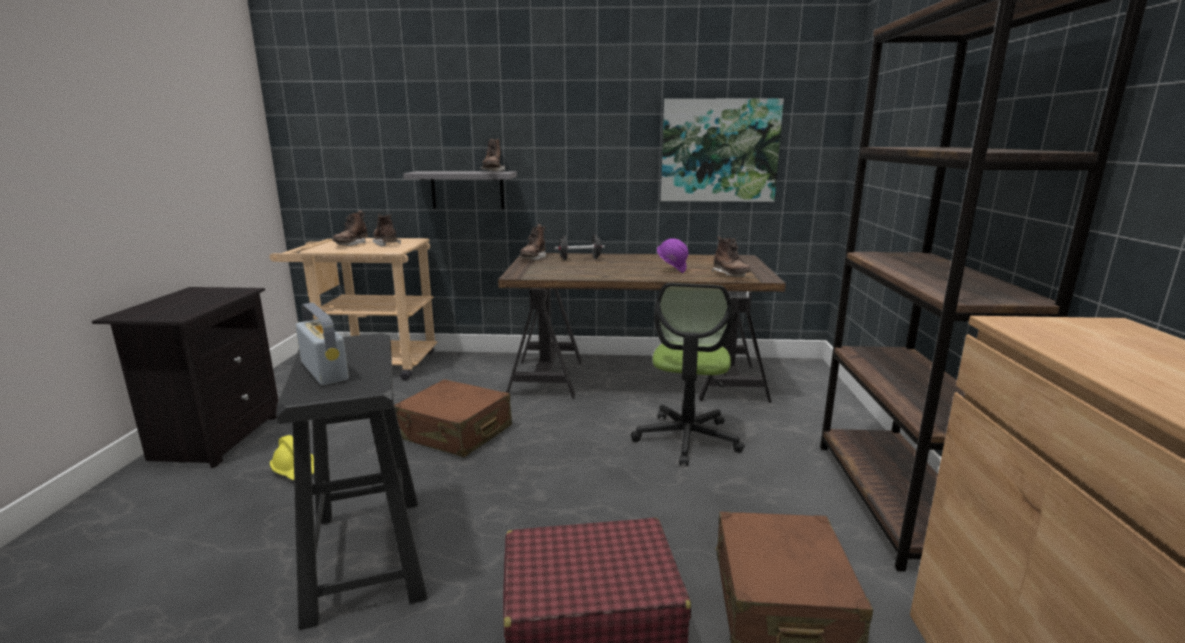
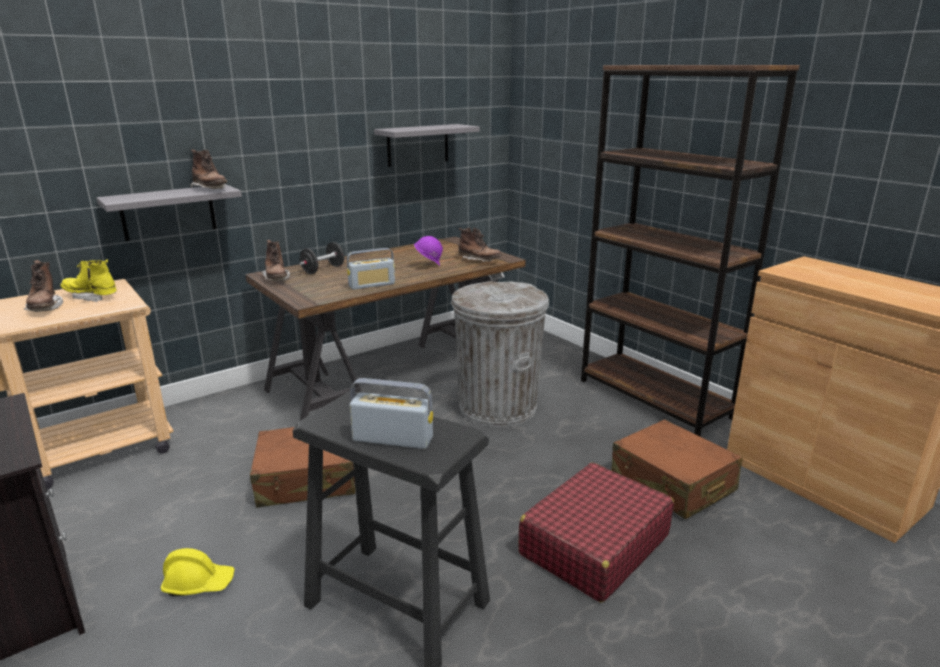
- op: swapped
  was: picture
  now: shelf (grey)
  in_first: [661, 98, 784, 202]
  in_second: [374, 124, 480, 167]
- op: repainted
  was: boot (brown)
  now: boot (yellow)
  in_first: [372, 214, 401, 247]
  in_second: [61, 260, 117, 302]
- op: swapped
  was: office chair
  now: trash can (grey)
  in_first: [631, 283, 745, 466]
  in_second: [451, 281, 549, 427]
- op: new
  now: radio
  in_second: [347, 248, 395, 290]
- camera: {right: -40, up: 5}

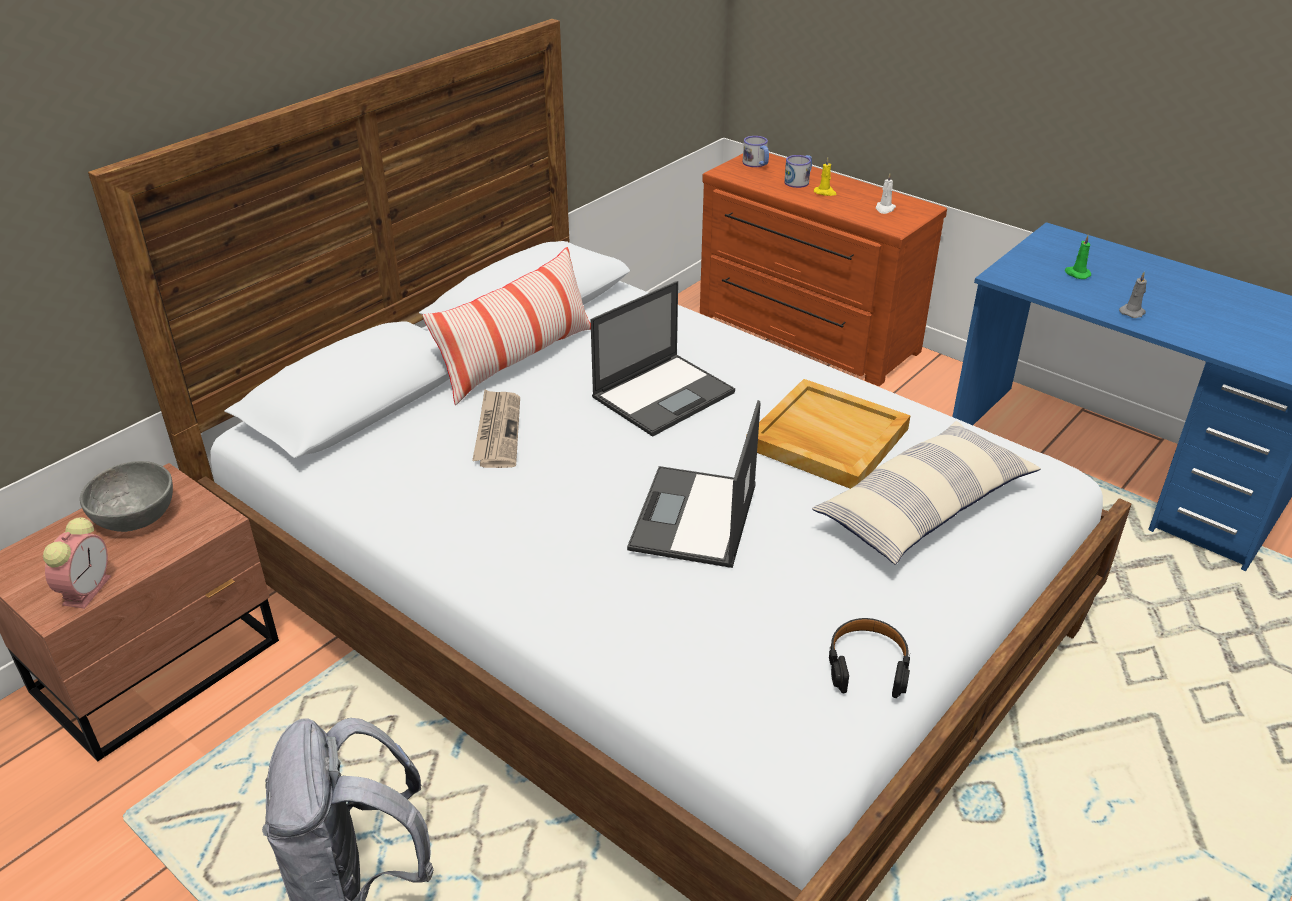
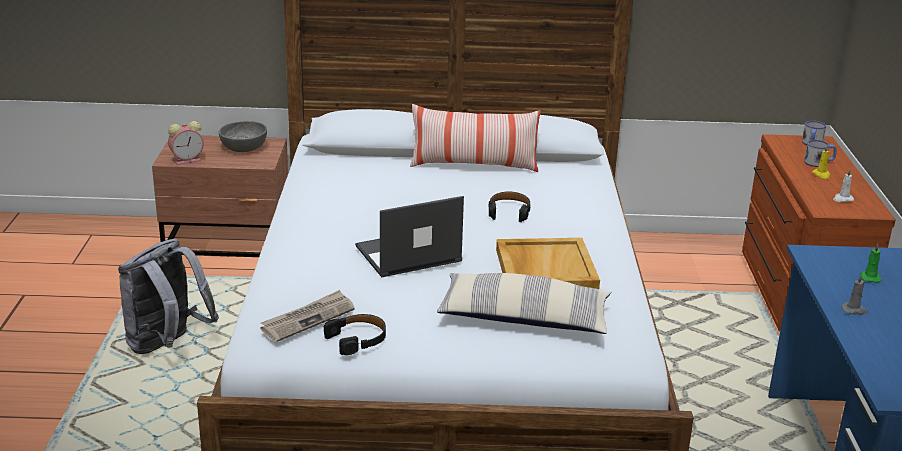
- op: swapped
  was: laptop
  now: headphones (black)
  in_first: [590, 281, 735, 437]
  in_second: [489, 191, 531, 222]
- op: shifted
  was: newspaper
  in_first: [472, 390, 520, 468]
  in_second: [260, 290, 355, 342]
- camera: {right: 50, up: -10}

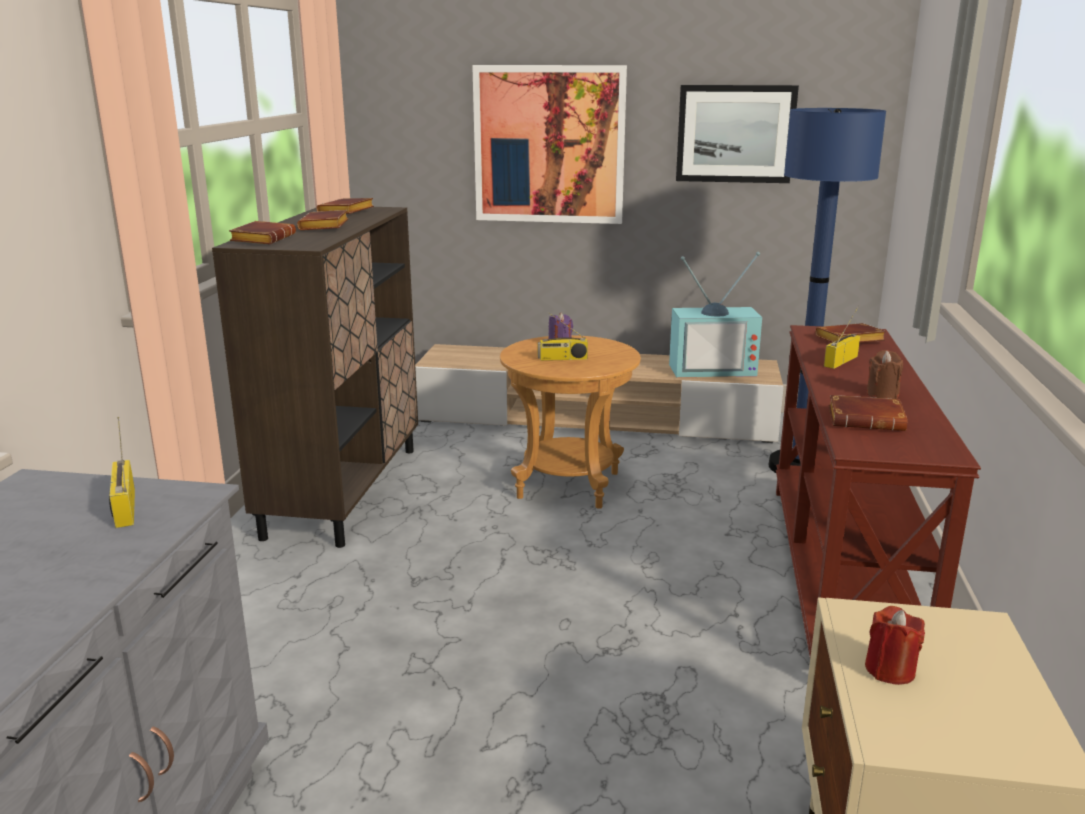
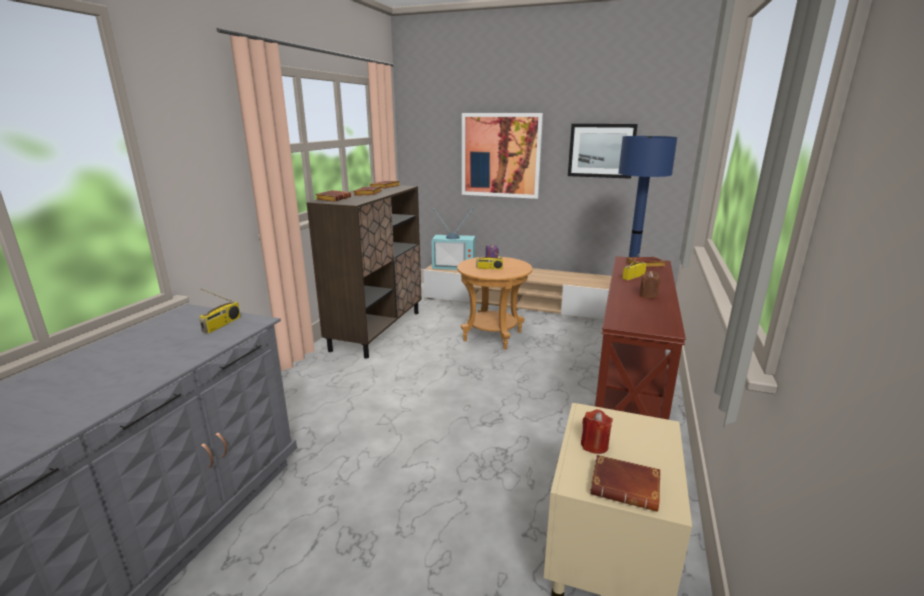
- op: shifted
  was: television
  in_first: [669, 252, 762, 377]
  in_second: [431, 208, 475, 270]
- op: shifted
  was: book (brown)
  in_first: [829, 395, 908, 431]
  in_second: [590, 455, 660, 512]
- op: rotated
  was: radio
  in_first: [109, 417, 135, 528]
  in_second: [199, 289, 241, 333]
  clockwise: -150
- camera: {right: 10, up: 0}

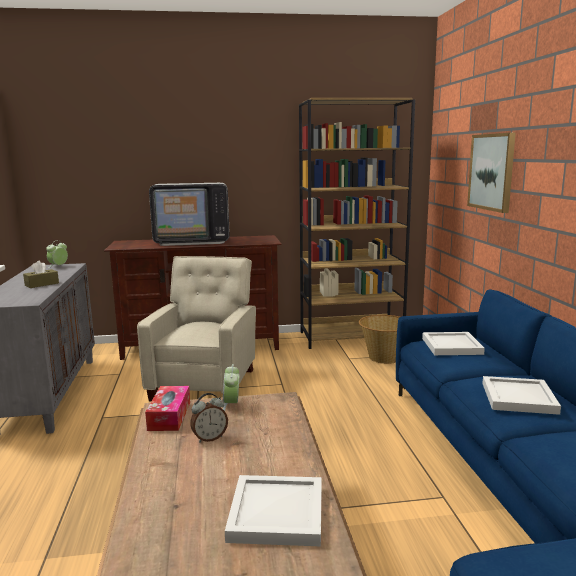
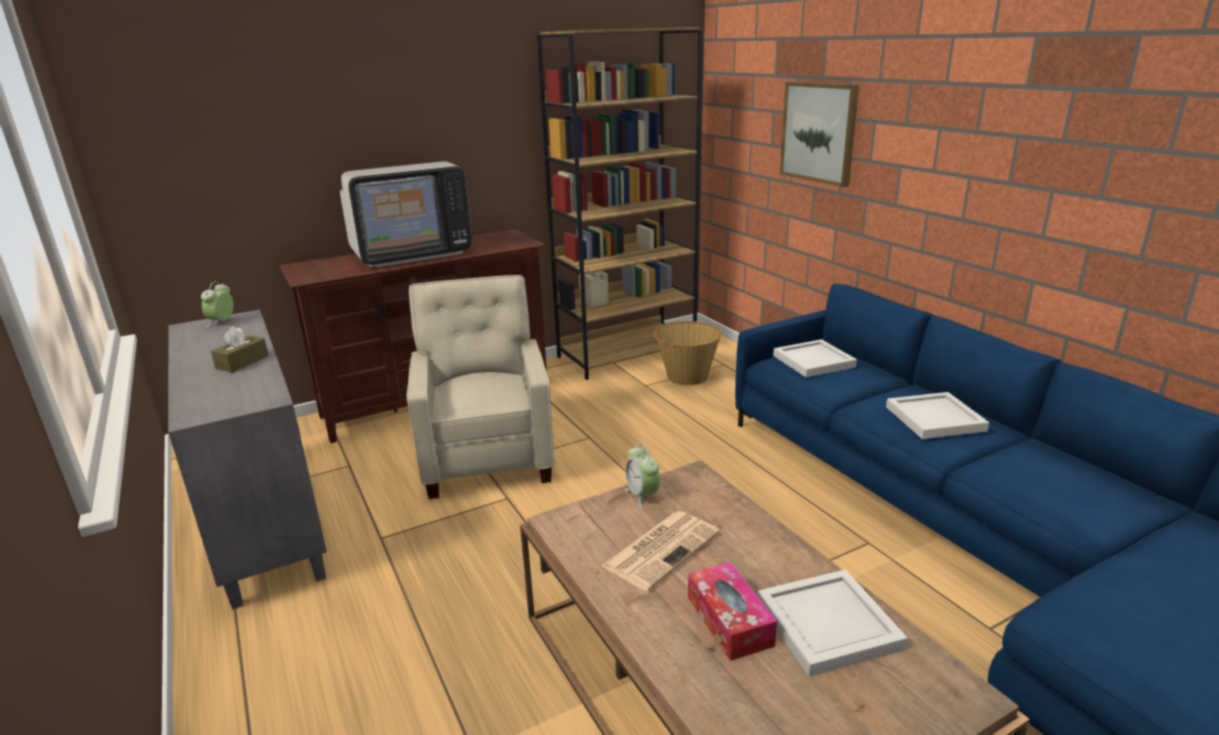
- op: shifted
  was: tissue box
  in_first: [145, 386, 190, 431]
  in_second: [688, 562, 777, 661]
- op: swapped
  was: alarm clock
  now: newspaper
  in_first: [190, 393, 228, 443]
  in_second: [601, 511, 719, 591]
- camera: {right: -20, up: 10}

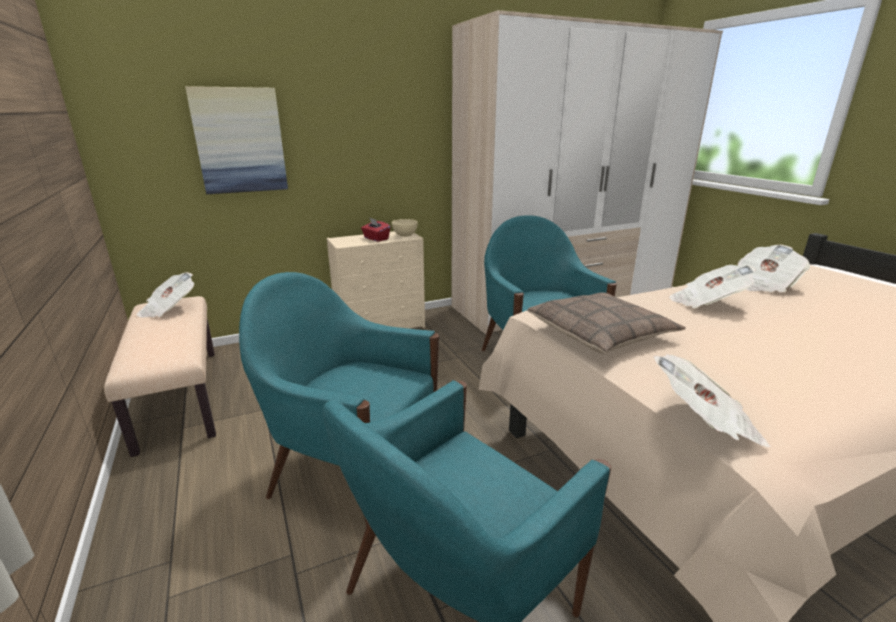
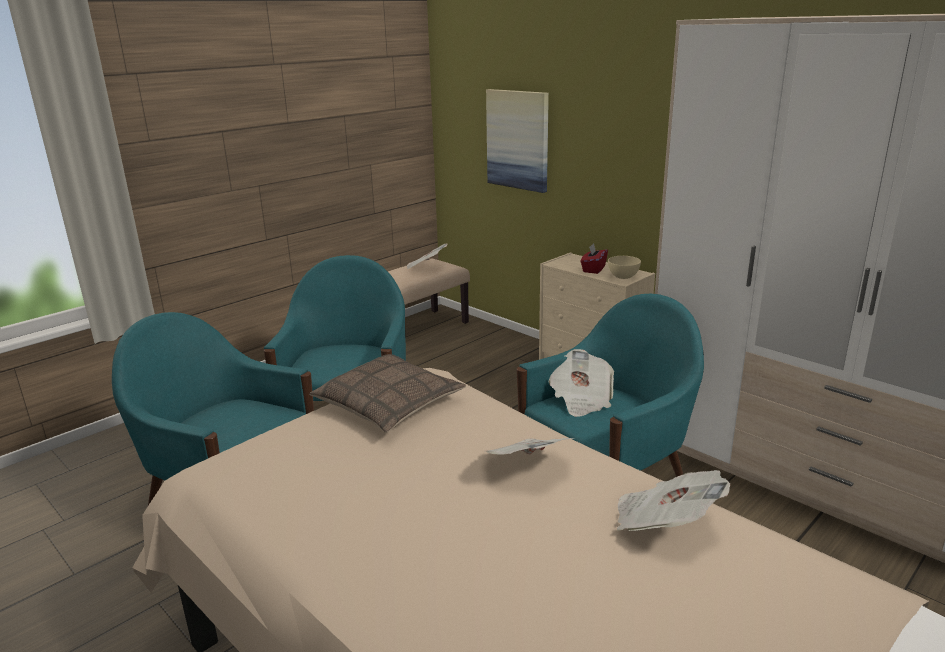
- op: shifted
  was: newspaper
  in_first: [654, 354, 771, 448]
  in_second: [548, 349, 614, 417]
- camera: {right: 70, up: 0}

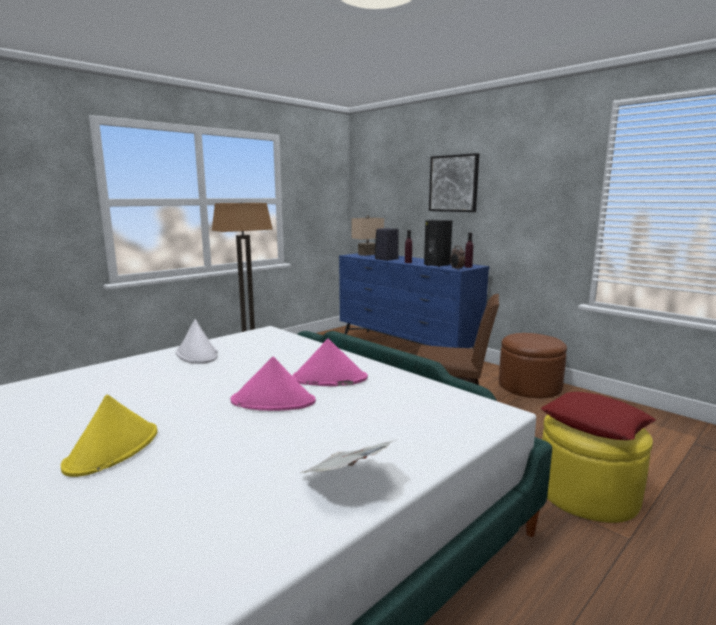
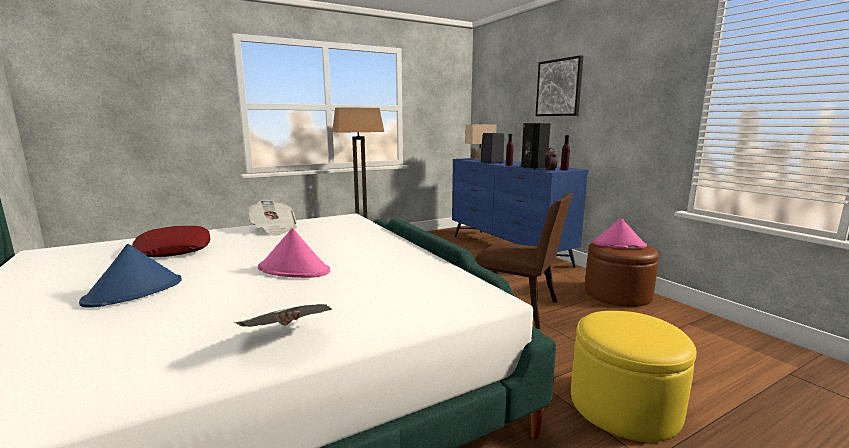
- op: swapped
  was: hat (white)
  now: newspaper
  in_first: [176, 319, 218, 364]
  in_second: [248, 200, 297, 236]
- op: shifted
  was: hat (pink)
  in_first: [292, 339, 368, 386]
  in_second: [593, 218, 647, 249]
- op: shifted
  was: pillow (red)
  in_first: [541, 392, 656, 440]
  in_second: [132, 226, 210, 257]
- op: repainted
  was: hat (yellow)
  now: hat (blue)
  in_first: [61, 394, 157, 477]
  in_second: [79, 244, 182, 308]
- camera: {right: 15, up: 0}

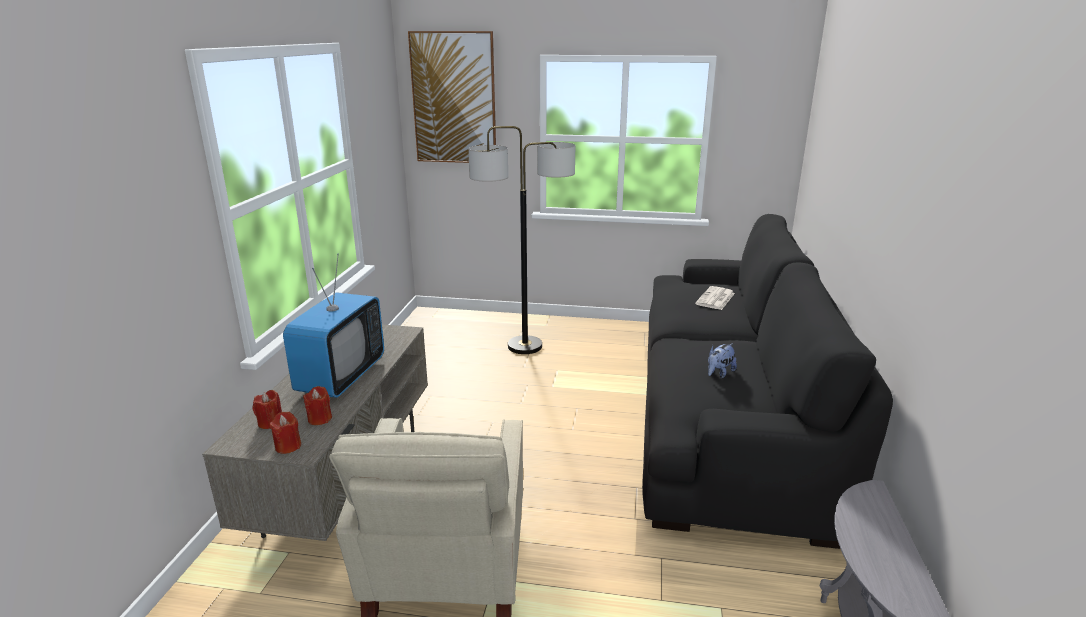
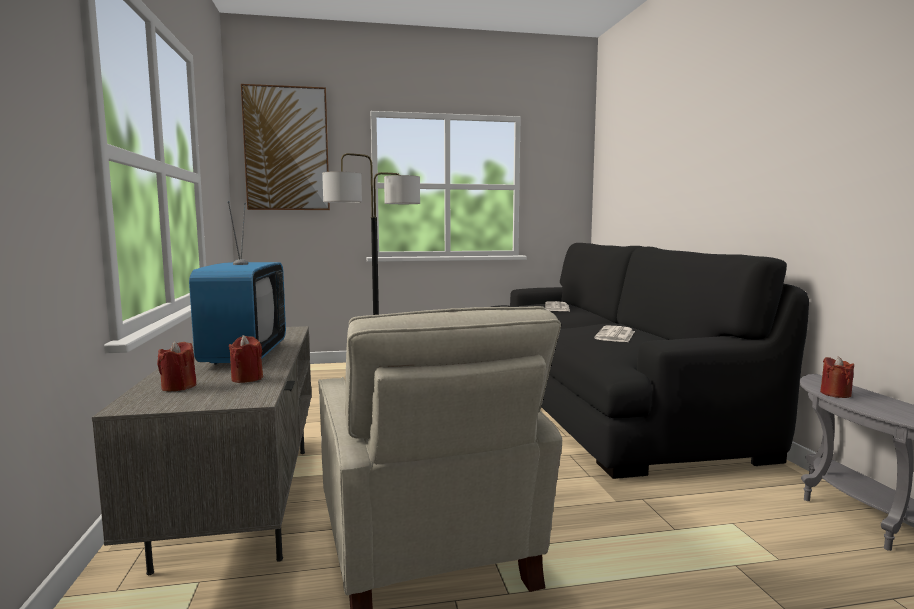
- op: swapped
  was: plush toy
  now: newspaper
  in_first: [708, 344, 737, 378]
  in_second: [594, 325, 635, 342]
- op: shifted
  was: candle (red)
  in_first: [270, 412, 301, 454]
  in_second: [820, 357, 854, 398]
- camera: {right: -20, up: -15}

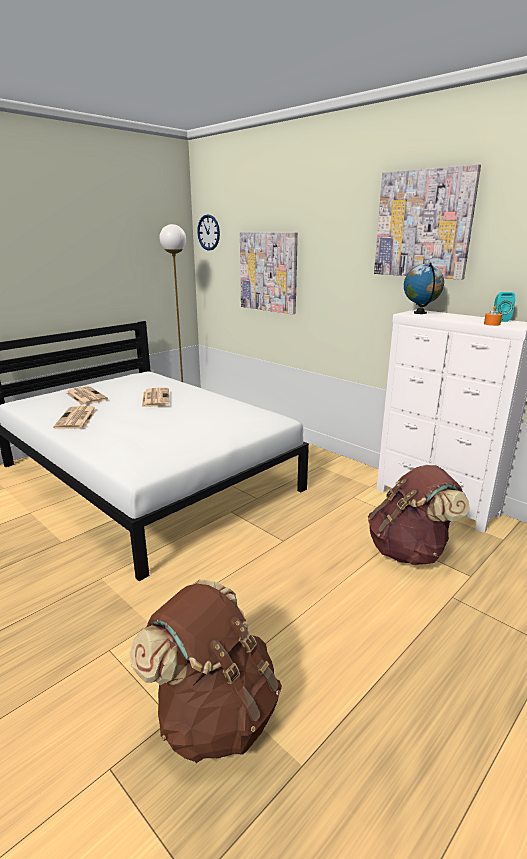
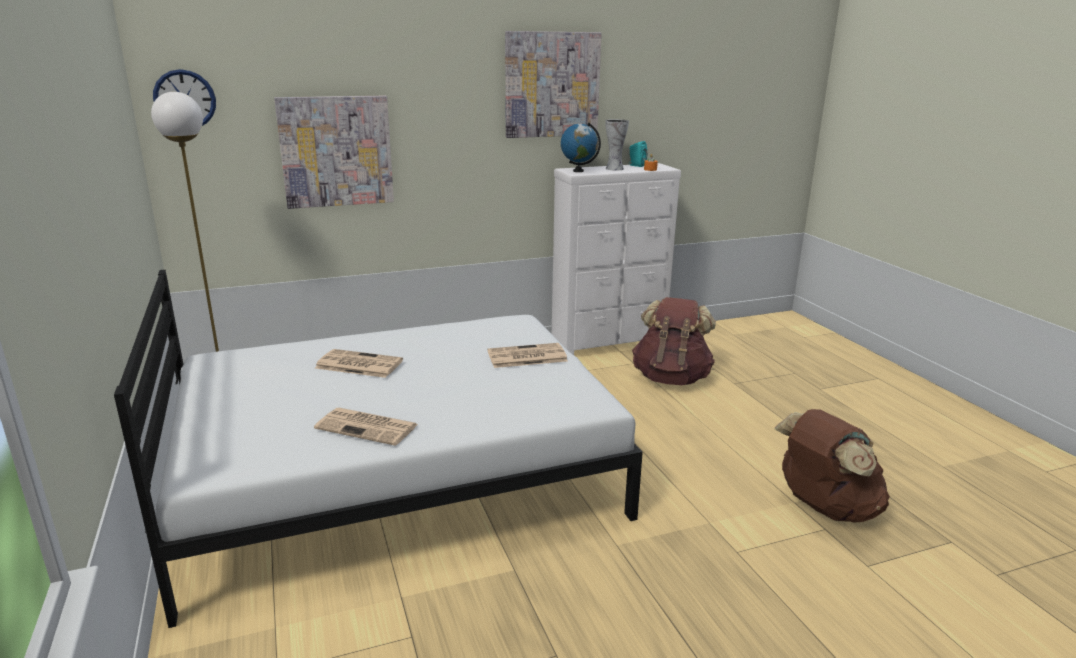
- op: shifted
  was: newspaper
  in_first: [66, 386, 108, 405]
  in_second: [487, 343, 568, 368]
- op: new
  now: vase
  in_second: [605, 119, 629, 170]
- camera: {right: -65, up: 0}

